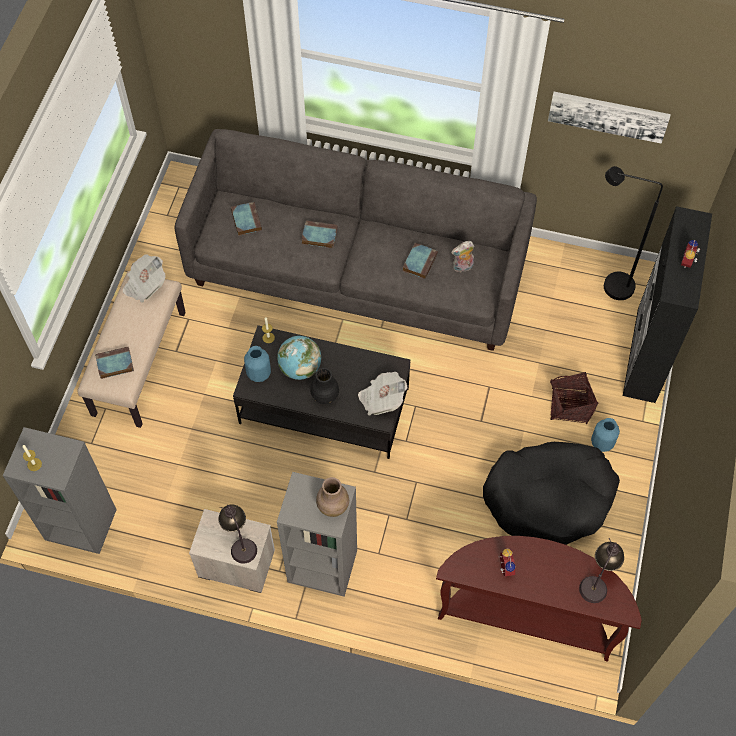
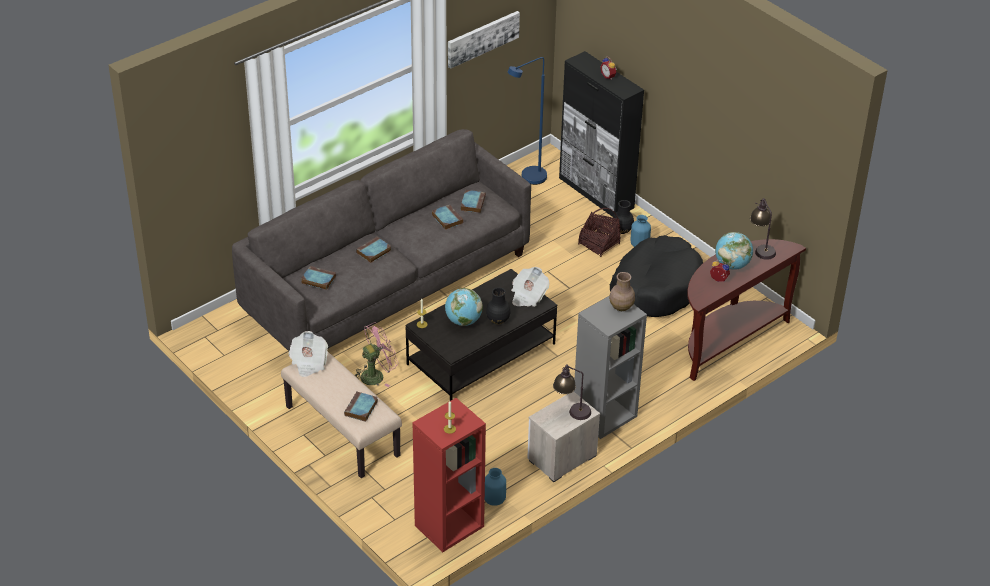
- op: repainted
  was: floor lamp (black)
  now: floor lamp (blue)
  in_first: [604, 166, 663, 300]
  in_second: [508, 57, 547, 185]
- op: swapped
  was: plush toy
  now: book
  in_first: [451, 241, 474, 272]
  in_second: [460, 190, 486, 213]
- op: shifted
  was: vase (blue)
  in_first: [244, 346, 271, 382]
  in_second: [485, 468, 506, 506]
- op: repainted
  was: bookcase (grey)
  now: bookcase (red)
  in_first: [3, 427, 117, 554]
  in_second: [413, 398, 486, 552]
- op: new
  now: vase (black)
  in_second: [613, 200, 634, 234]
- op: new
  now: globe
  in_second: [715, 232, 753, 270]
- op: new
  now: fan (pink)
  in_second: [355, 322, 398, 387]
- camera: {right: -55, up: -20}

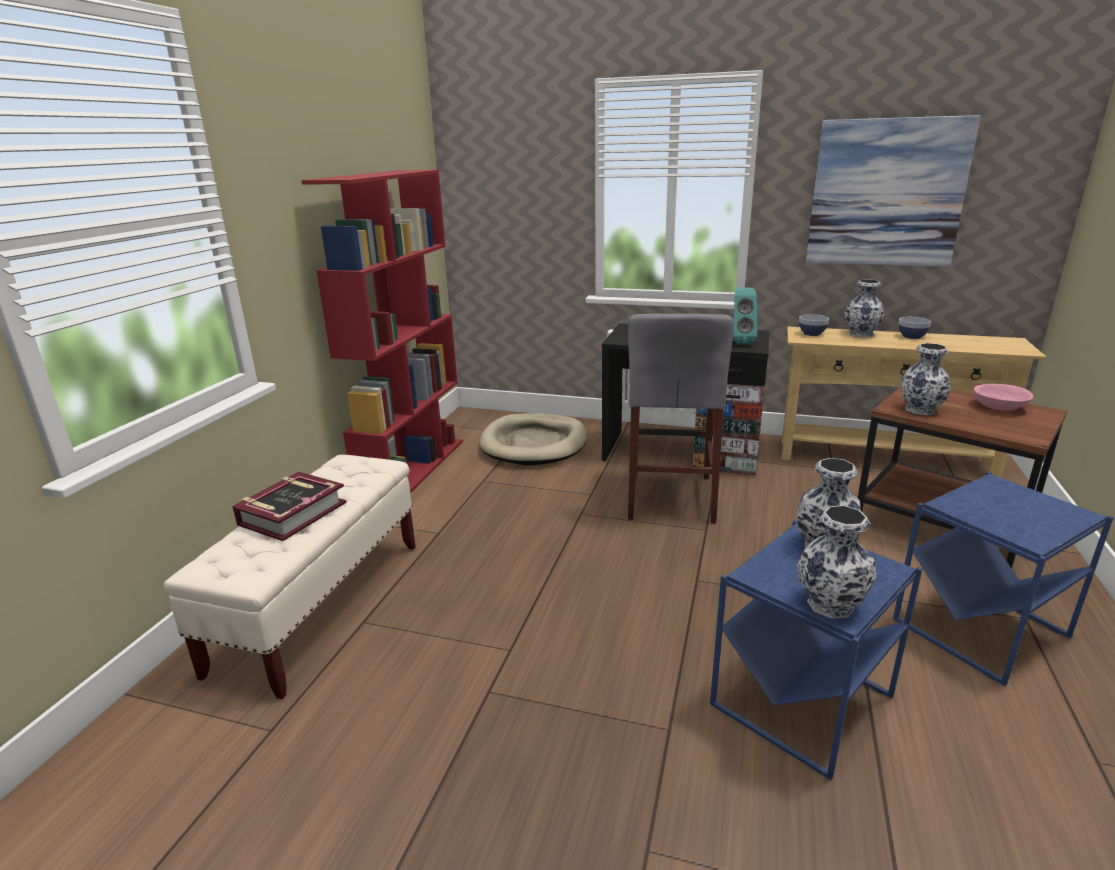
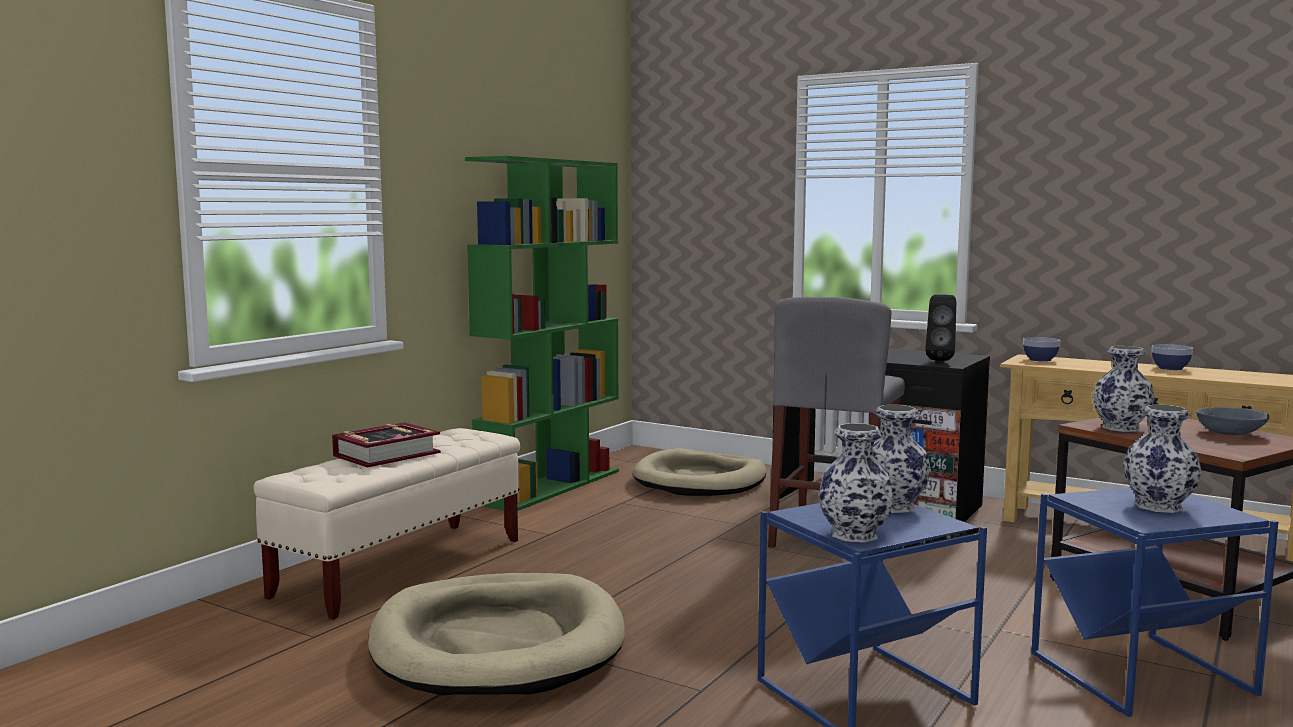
- op: gone
  was: picture
  in_first: [806, 115, 981, 266]
- op: repainted
  was: bookcase (red)
  now: bookcase (green)
  in_first: [301, 170, 463, 493]
  in_second: [465, 156, 619, 511]
- op: shifted
  was: vase
  in_first: [844, 279, 885, 337]
  in_second: [1123, 405, 1202, 513]
- op: repainted
  was: speaker (turquoise)
  now: speaker (black)
  in_first: [733, 288, 757, 345]
  in_second: [925, 295, 956, 361]
- op: repainted
  was: bowl (pink)
  now: bowl (grey)
  in_first: [974, 384, 1033, 411]
  in_second: [1196, 407, 1270, 435]
- op: new
  now: dog bed (beige)
  in_second: [368, 573, 625, 696]
- camera: {right: 15, up: -15}

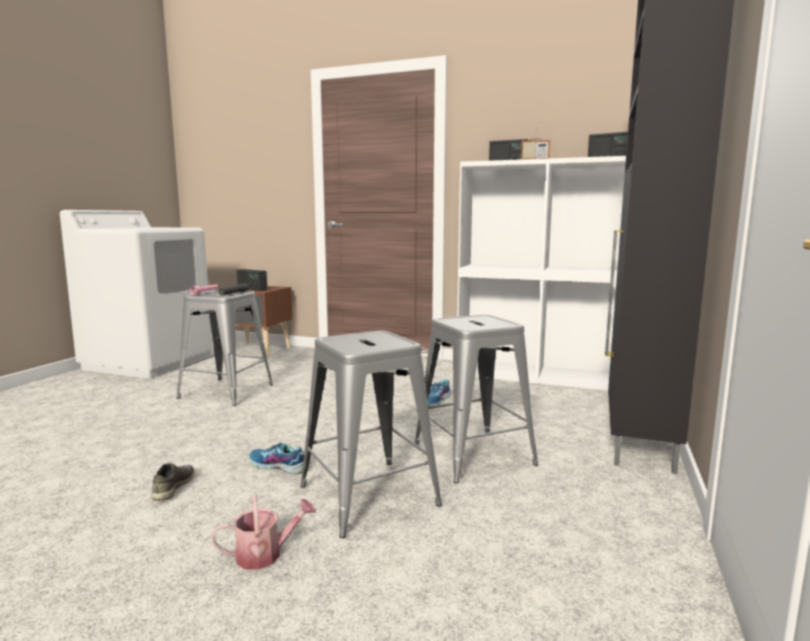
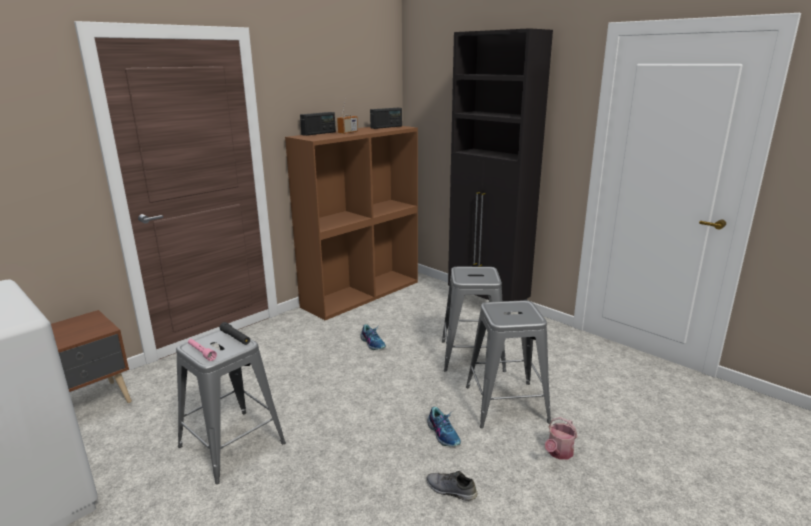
- op: repainted
  was: bookcase (white)
  now: bookcase (brown)
  in_first: [457, 156, 626, 391]
  in_second: [285, 126, 418, 320]
- op: gone
  was: radio
  in_first: [236, 269, 267, 291]
- op: rotated
  was: shoe
  in_first: [249, 443, 304, 474]
  in_second: [427, 407, 461, 446]
  clockwise: -75
- op: rotated
  was: watering can
  in_first: [211, 494, 316, 570]
  in_second: [545, 417, 577, 460]
  clockwise: -150
- camera: {right: -65, up: 10}

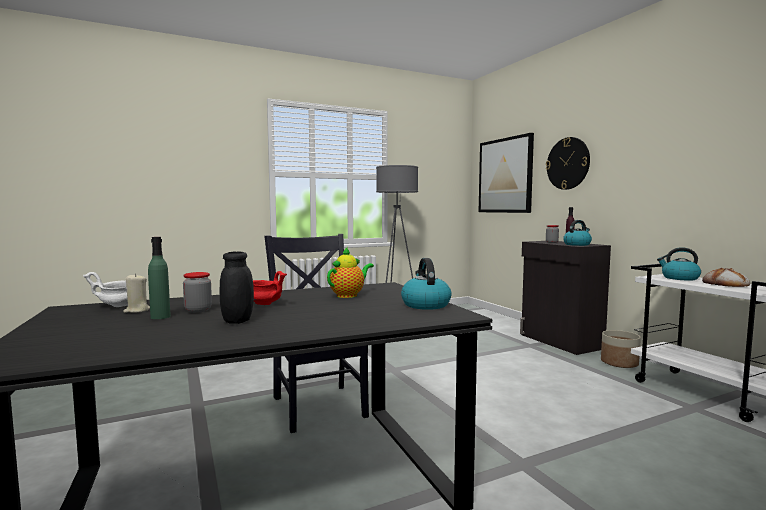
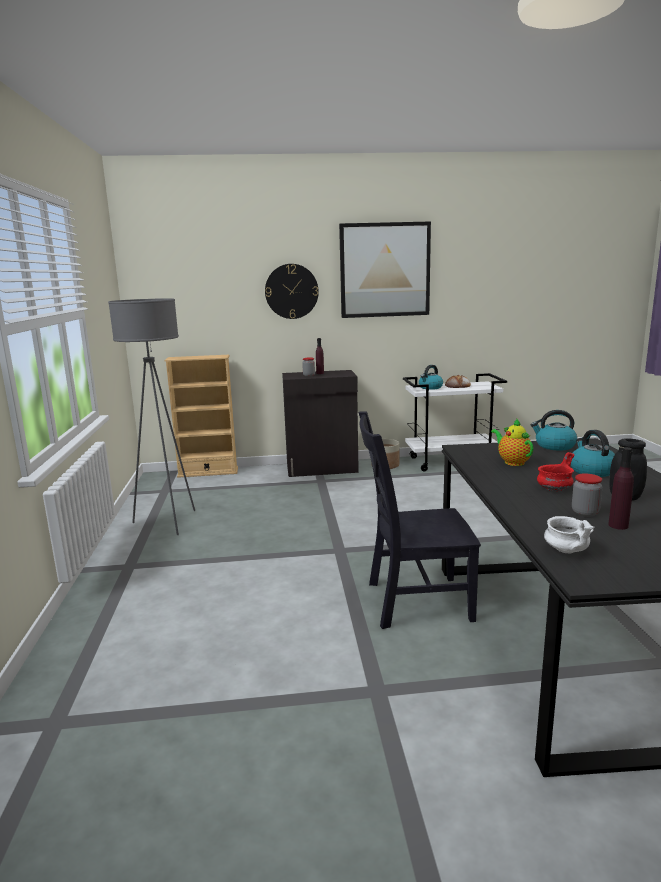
- op: shifted
  was: picture
  in_first: [479, 133, 534, 213]
  in_second: [339, 221, 431, 318]
- op: shifted
  was: kettle
  in_first: [563, 220, 592, 246]
  in_second: [571, 430, 615, 477]
- op: repainted
  was: bottle (green)
  now: bottle (purple)
  in_first: [148, 237, 171, 319]
  in_second: [608, 447, 634, 530]
- op: gone
  was: candle (beige)
  in_first: [123, 273, 150, 313]
- op: new
  now: bookcase (beige)
  in_second: [164, 355, 238, 478]
- camera: {right: -70, up: 10}

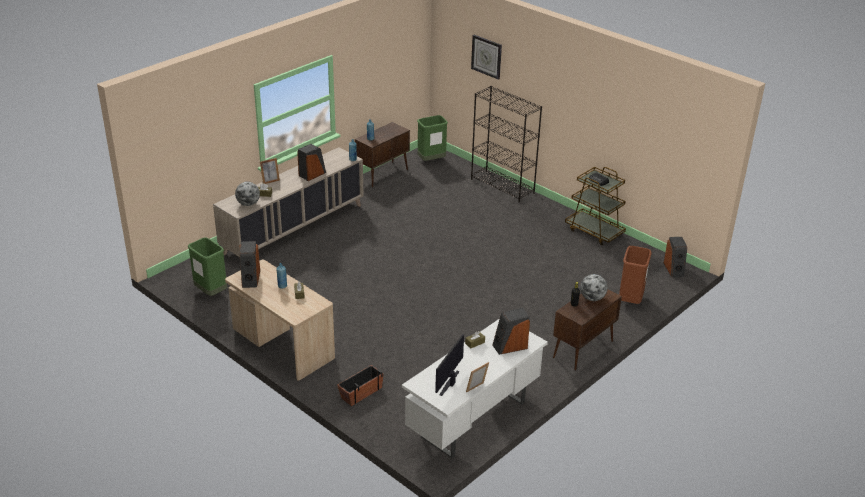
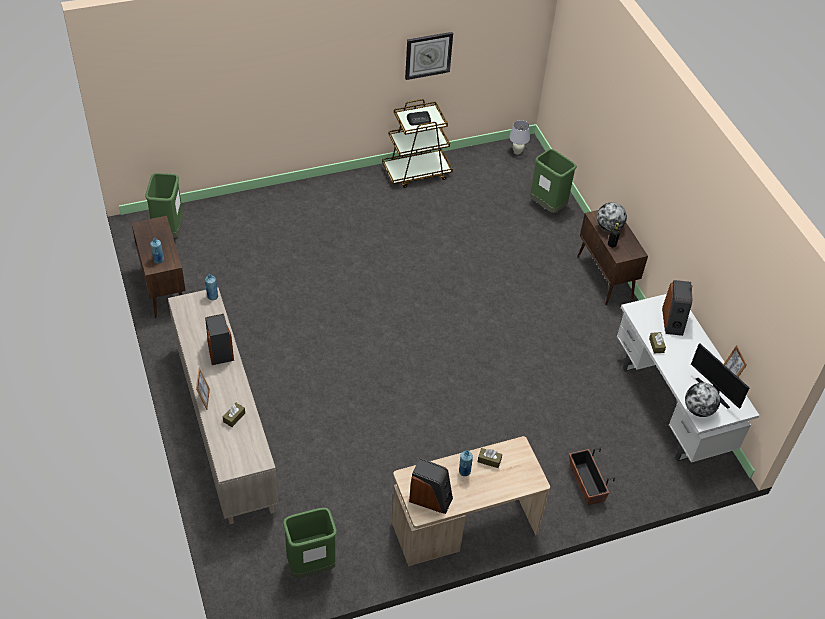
- op: shifted
  was: wall clock
  in_first: [471, 35, 502, 80]
  in_second: [405, 32, 453, 80]
- op: gone
  was: bookcase (black)
  in_first: [471, 86, 542, 202]
- op: shifted
  was: globe
  in_first: [235, 182, 260, 206]
  in_second: [685, 383, 720, 417]
- op: swapped
  was: speaker
  now: table lamp (white)
  in_first: [664, 237, 687, 277]
  in_second: [509, 120, 530, 155]
- op: repainted
  was: trash can (brown)
  now: trash can (green)
  in_first: [619, 246, 652, 304]
  in_second: [530, 149, 577, 213]
- camera: {right: -65, up: 15}

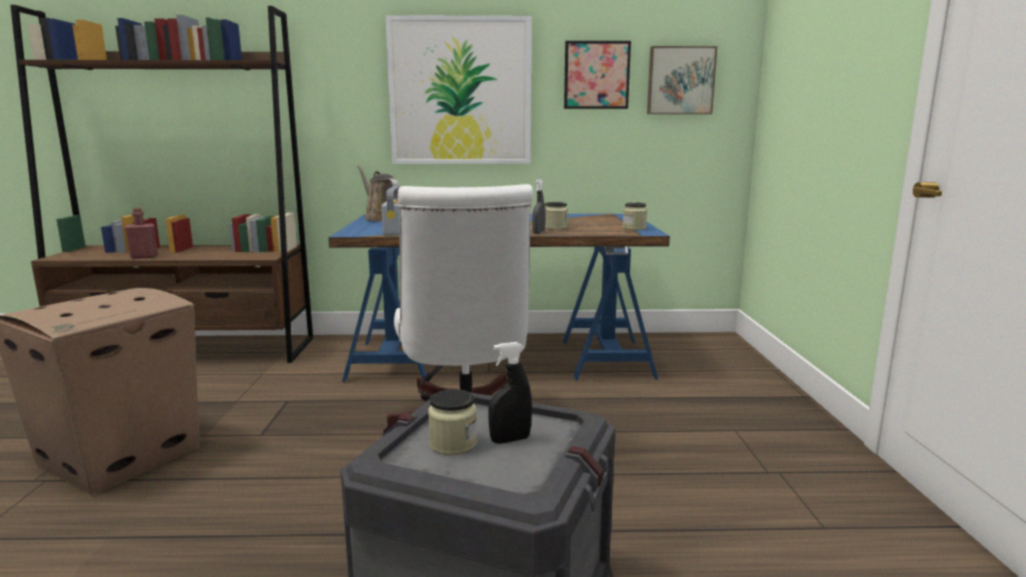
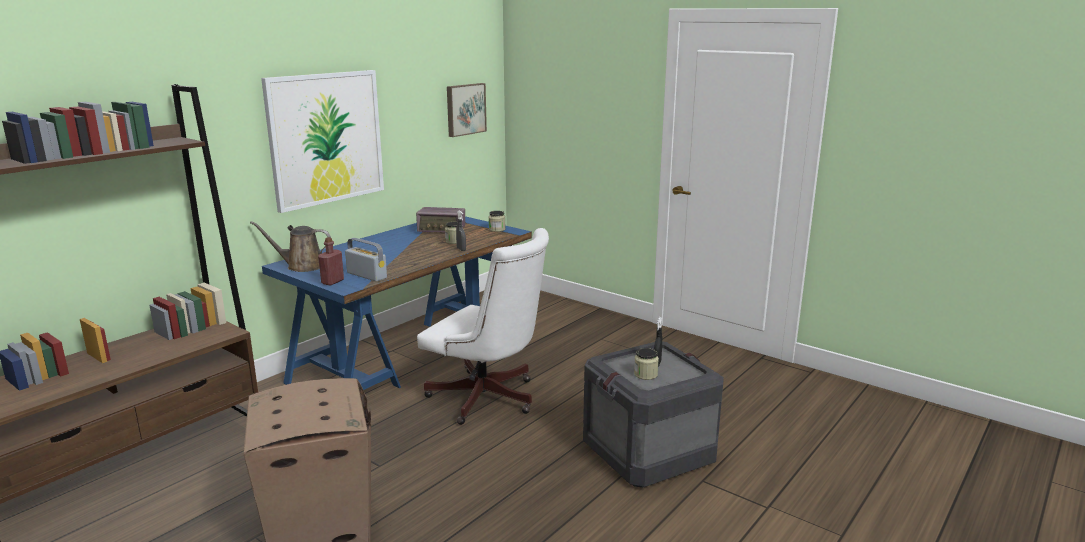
- op: gone
  was: picture
  in_first: [564, 41, 631, 109]
- op: shifted
  was: bottle (red)
  in_first: [125, 208, 158, 259]
  in_second: [318, 237, 344, 286]
- op: new
  now: radio
  in_second: [416, 207, 465, 233]
- camera: {right: -50, up: 5}

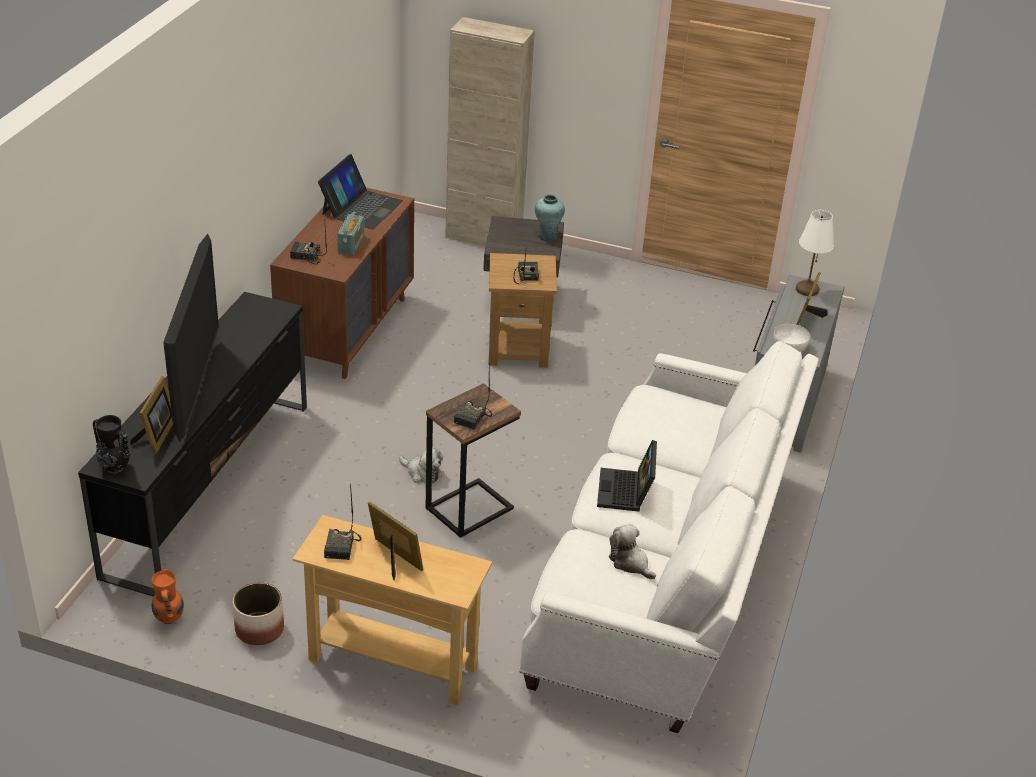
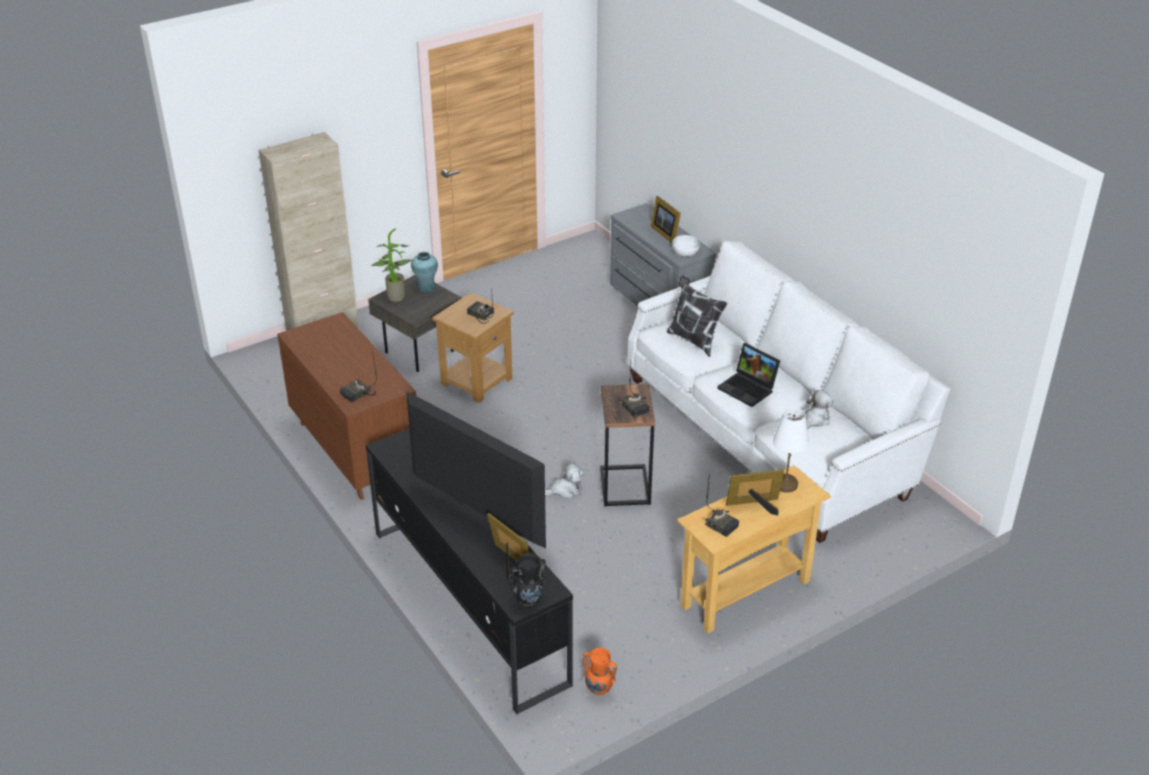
- op: gone
  was: laptop
  in_first: [318, 154, 403, 229]
- op: shifted
  was: table lamp (white)
  in_first: [796, 210, 834, 296]
  in_second: [773, 407, 809, 493]
- op: gone
  was: radio
  in_first: [337, 212, 364, 255]
- op: rotated
  was: plush toy
  in_first: [609, 524, 656, 579]
  in_second: [805, 390, 833, 430]
  clockwise: 135
- op: gone
  was: planter
  in_first: [233, 582, 284, 645]
- op: new
  now: potted plant
  in_second: [371, 228, 414, 301]
- op: new
  now: pillow
  in_second: [667, 276, 727, 357]
- camera: {right: -50, up: 0}

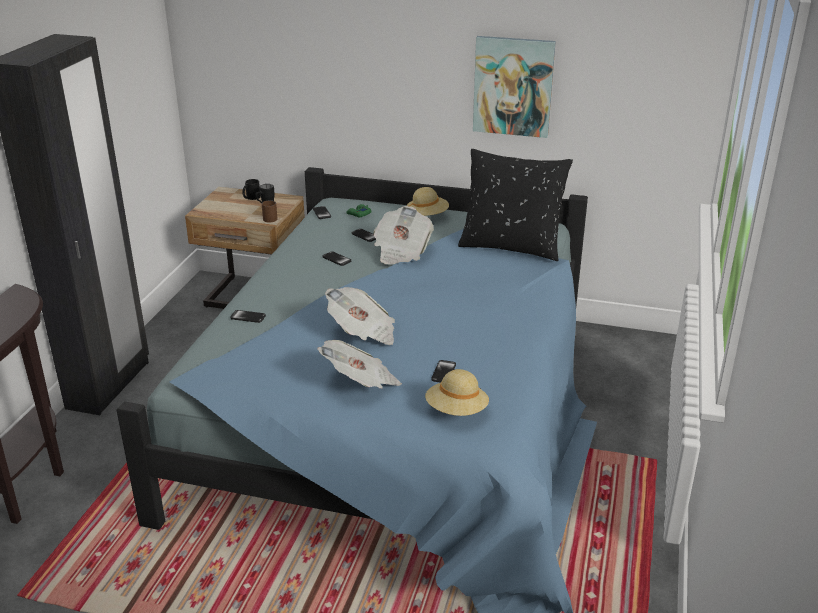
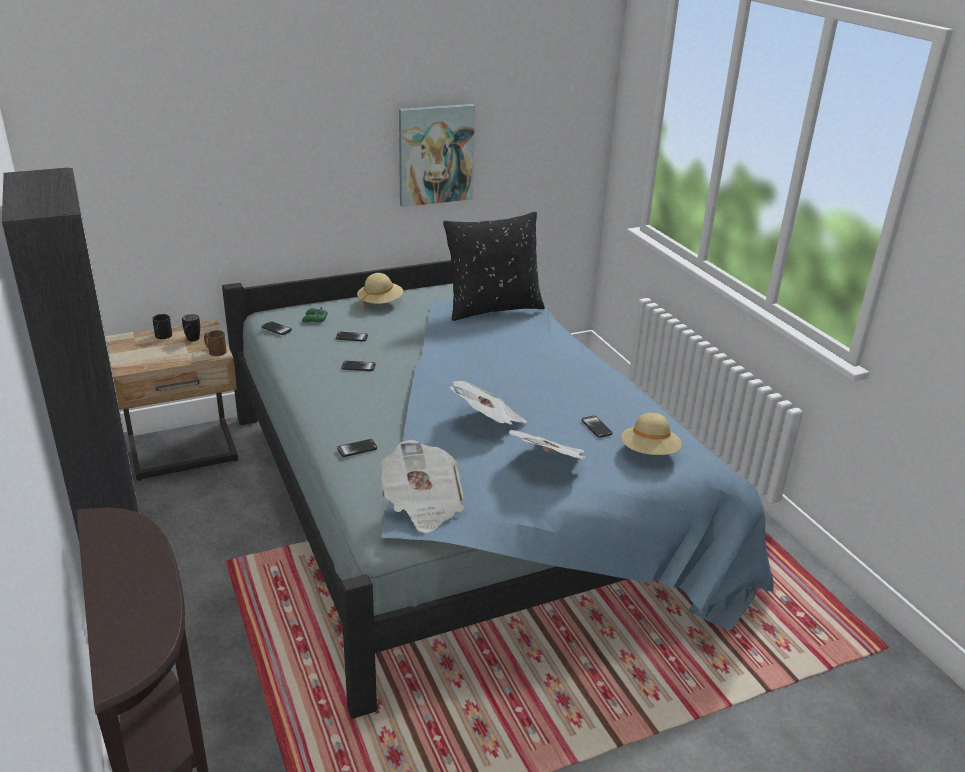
- op: shifted
  was: newspaper
  in_first: [373, 206, 434, 264]
  in_second: [381, 440, 464, 533]
- camera: {right: -40, up: 0}

